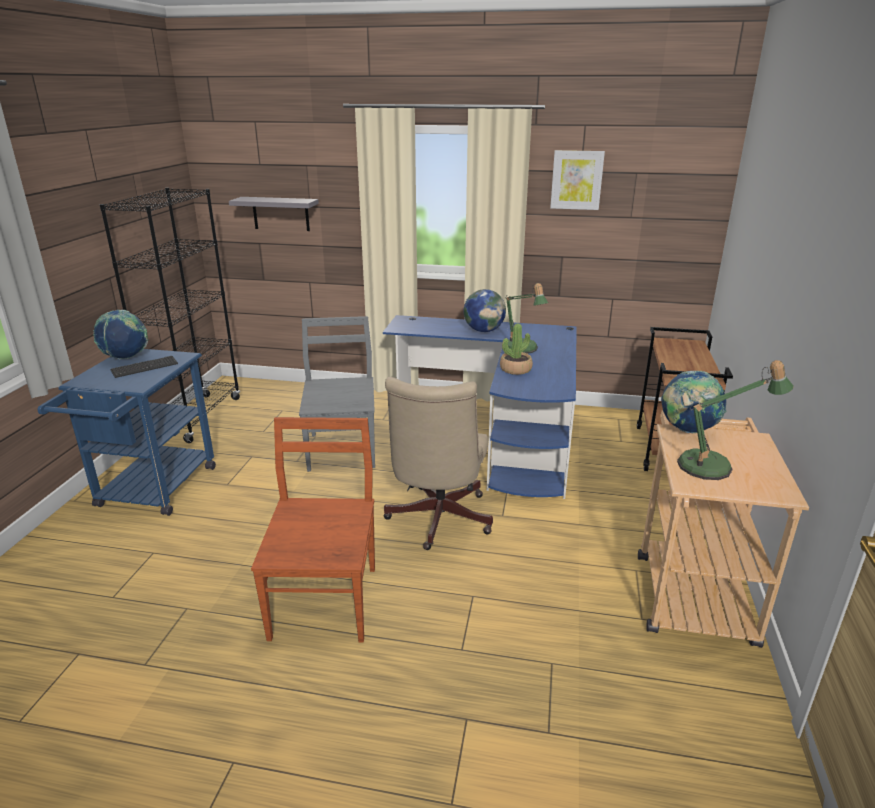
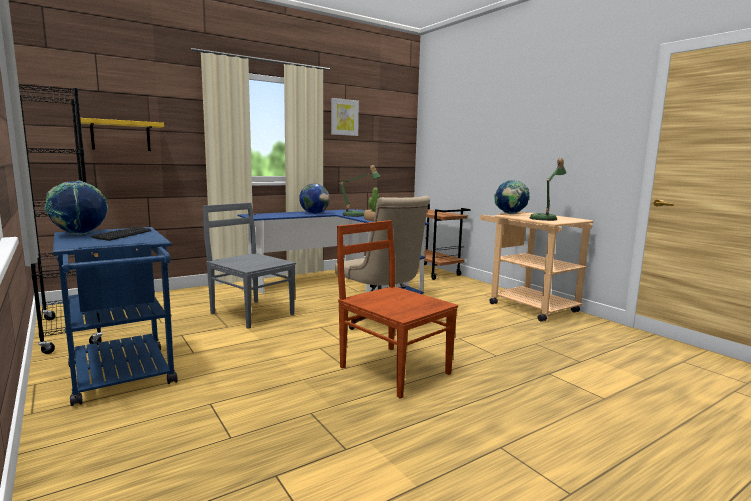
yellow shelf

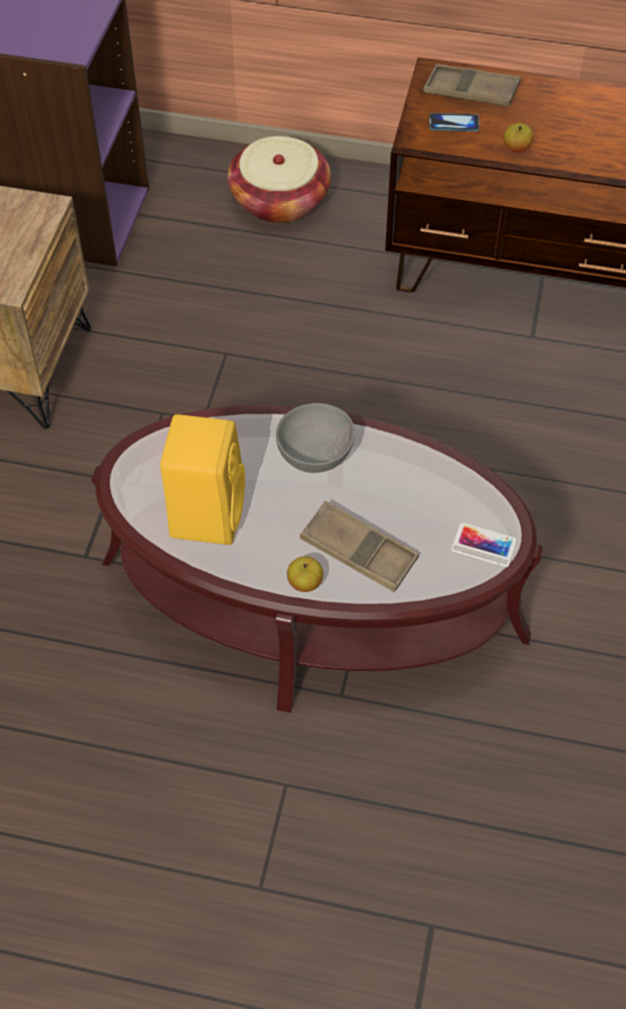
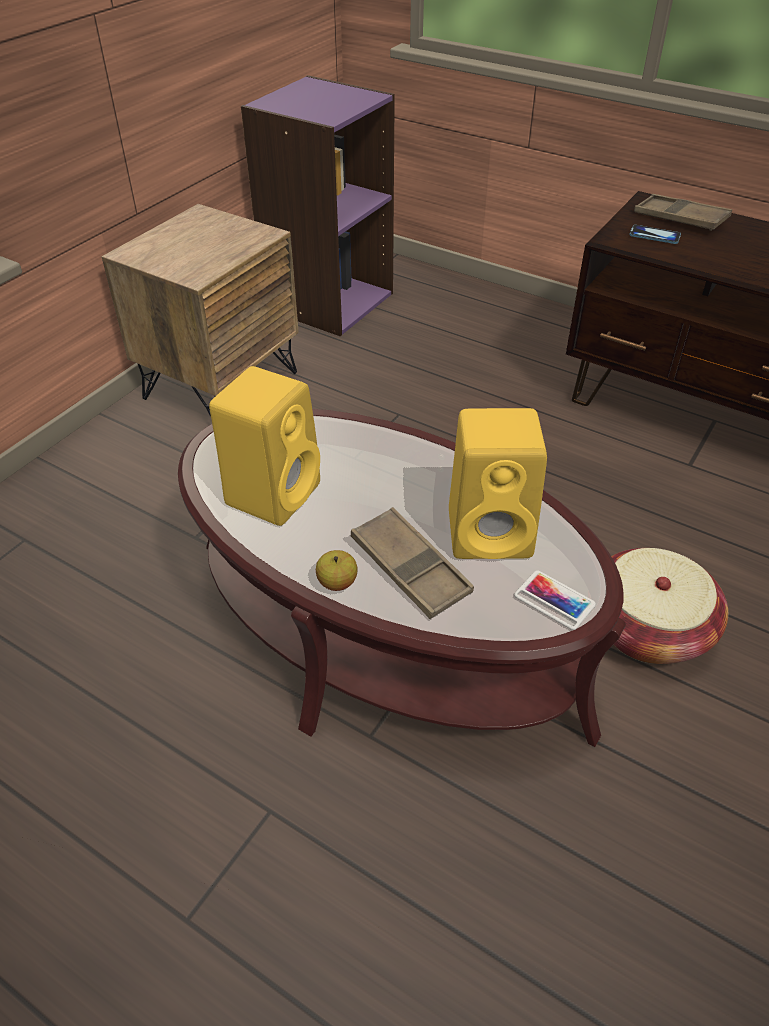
basket
grey bowl
apple (2nd from left in the first image)
yellow speaker (2nd from left)

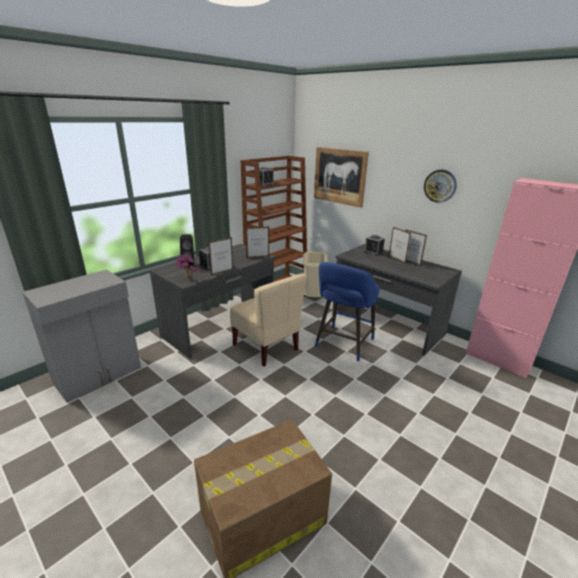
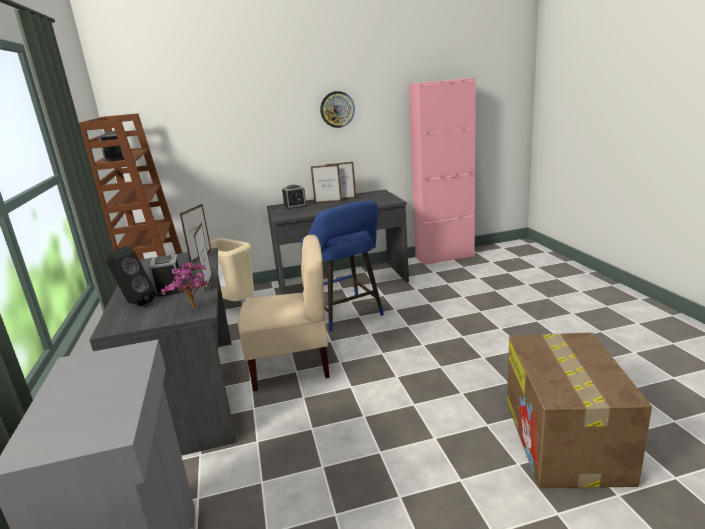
picture

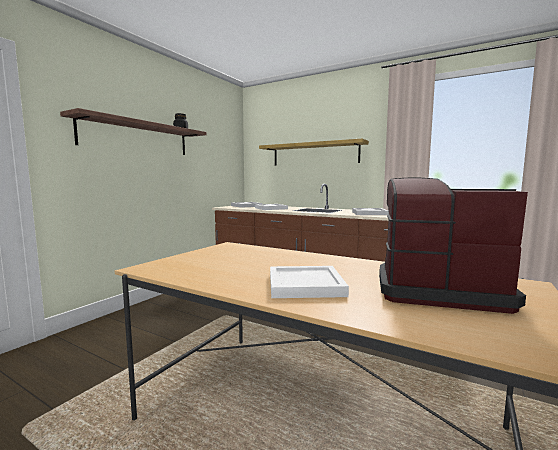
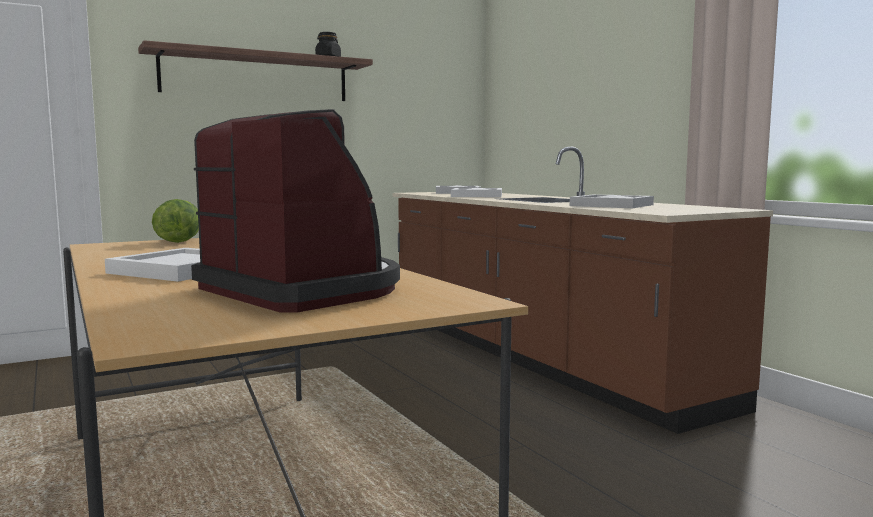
shelf (2nd from left in the first image)
lettuce

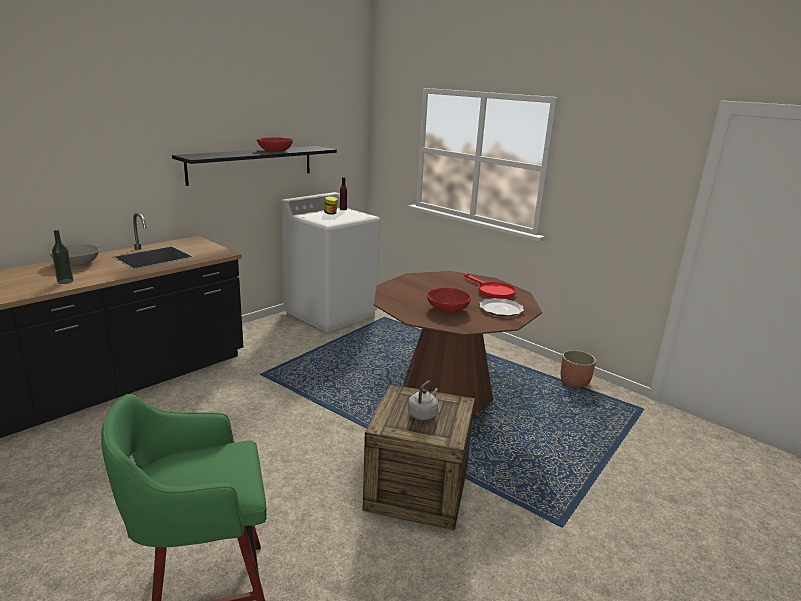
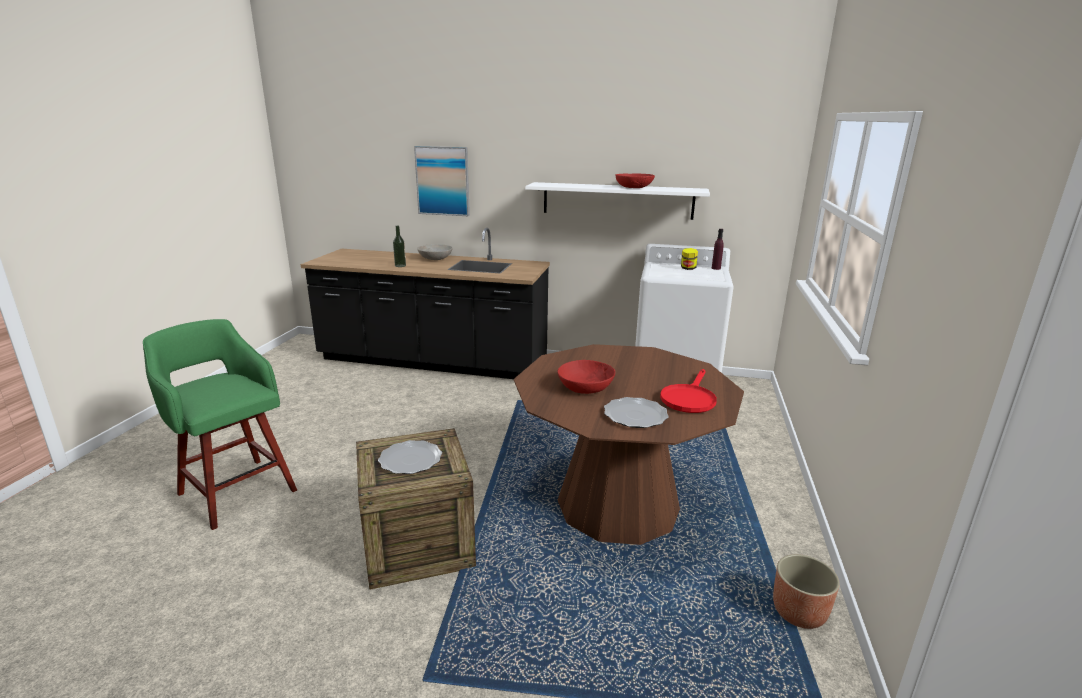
white shelf
plate (1st from left)
picture

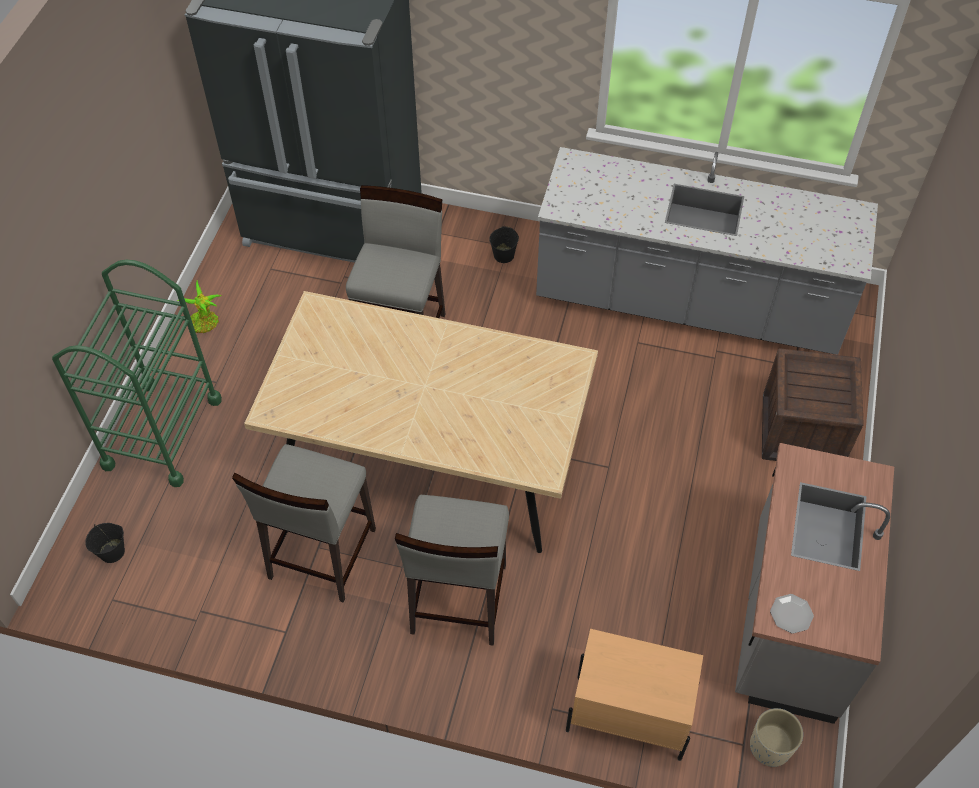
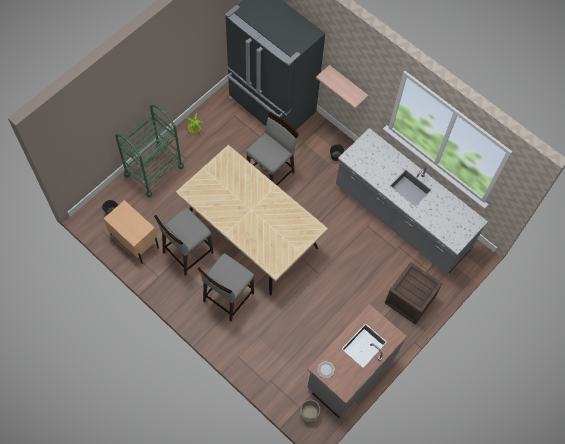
beige nightstand
shelf

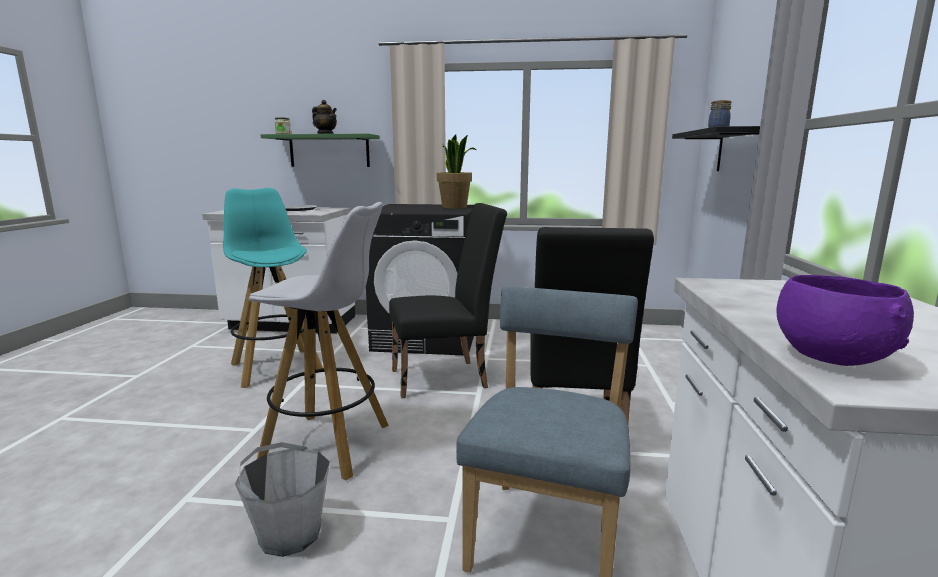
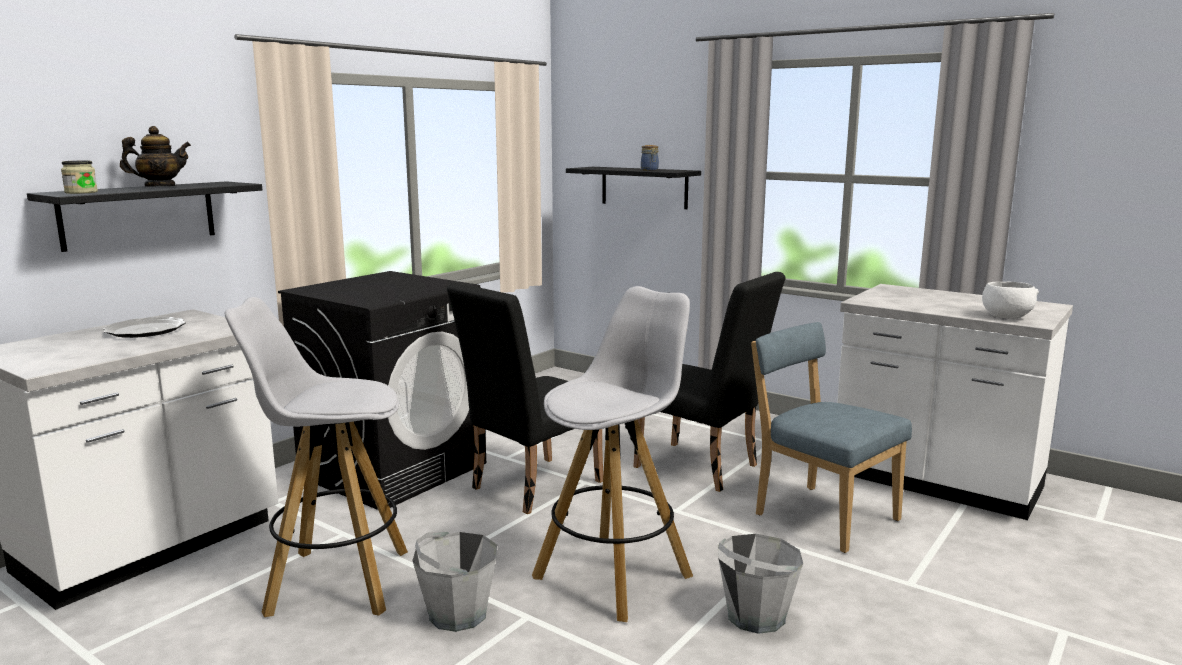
white stool (1st from left)
black shelf (1st from left)
black chair (1st from left)
potted plant
white bowl
grey bucket (1st from left)

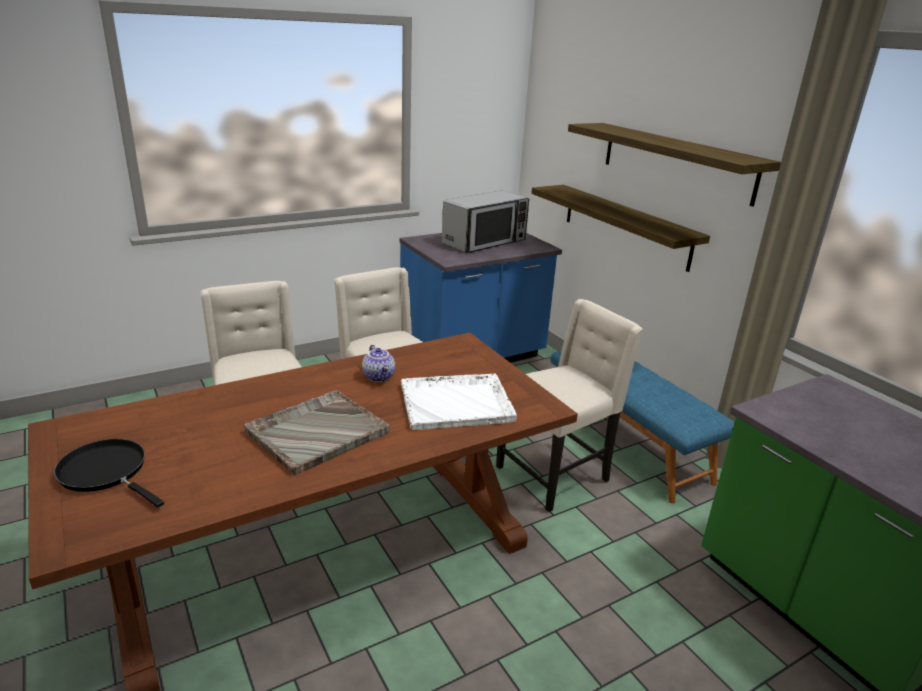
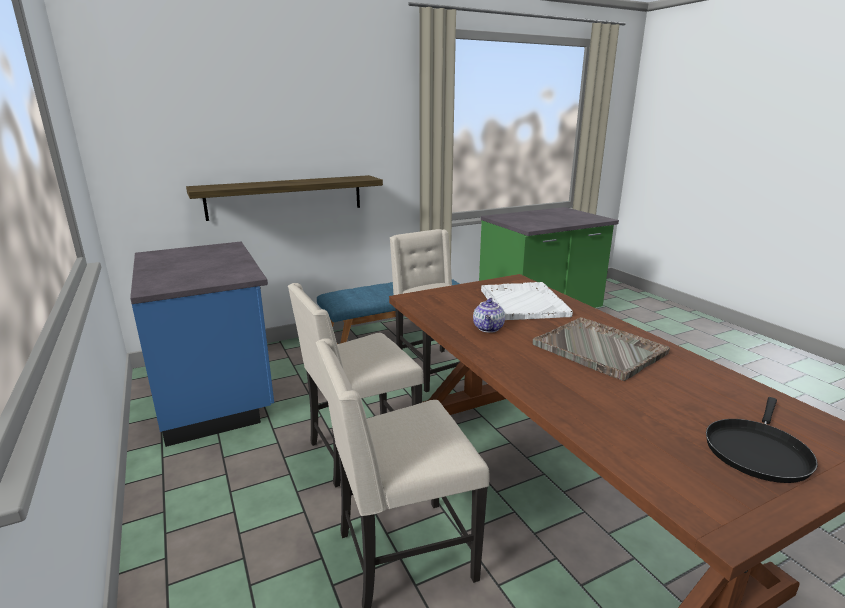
teapot
microwave
shelf (2nd from left in the first image)

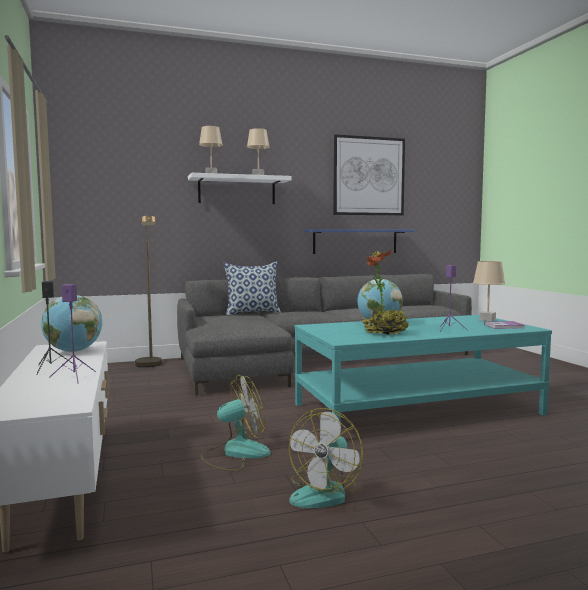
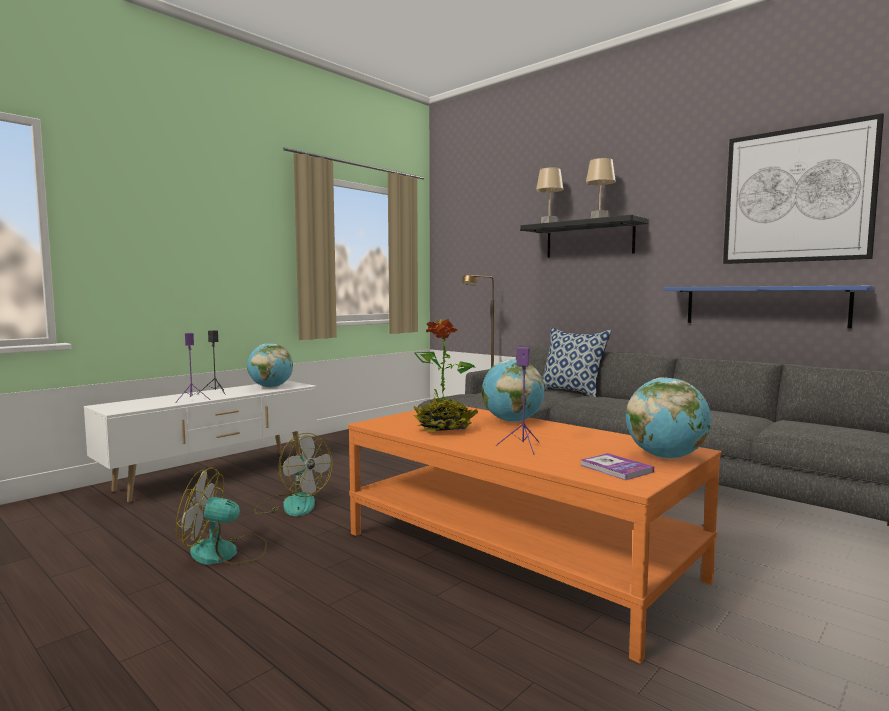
black shelf
orange coffee table
globe (3rd from left)

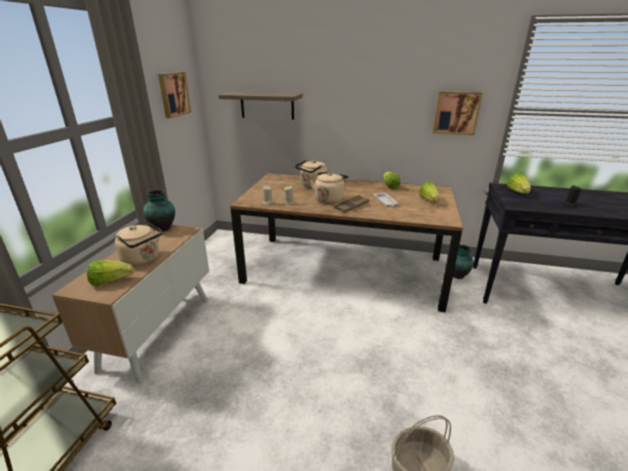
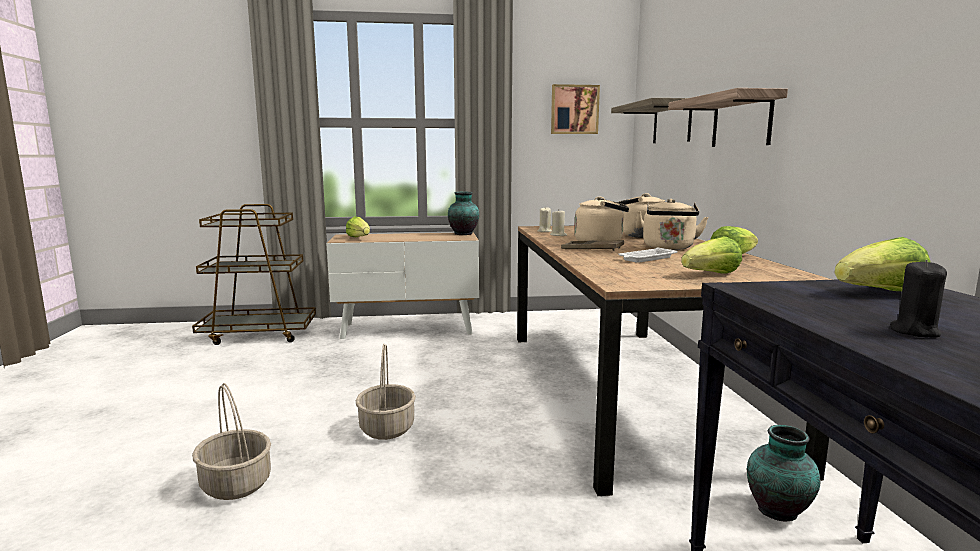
beige kettle (3rd from left)
picture (2nd from left in the first image)
basket (2nd from left)
shelf (2nd from left)

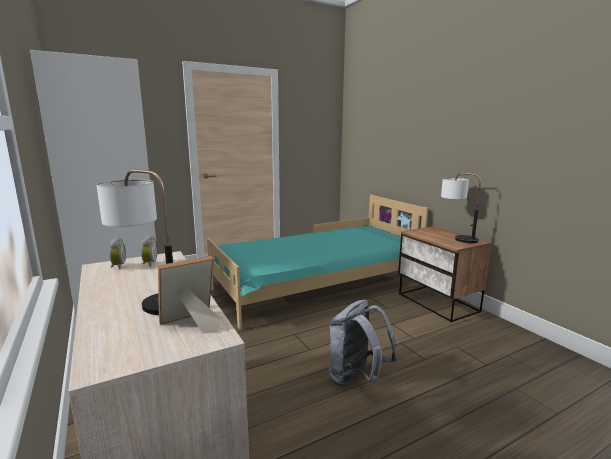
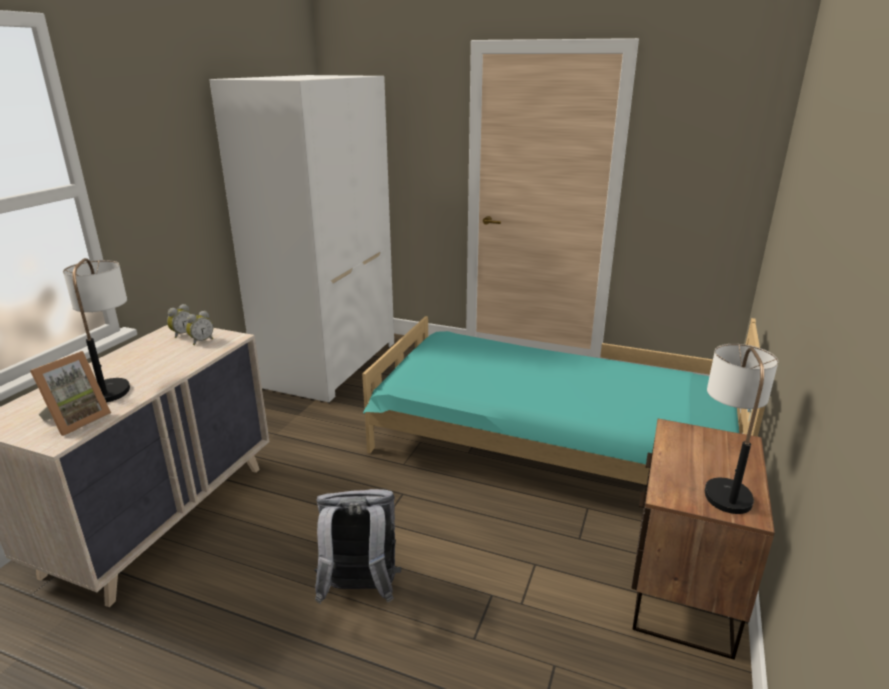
picture frame

